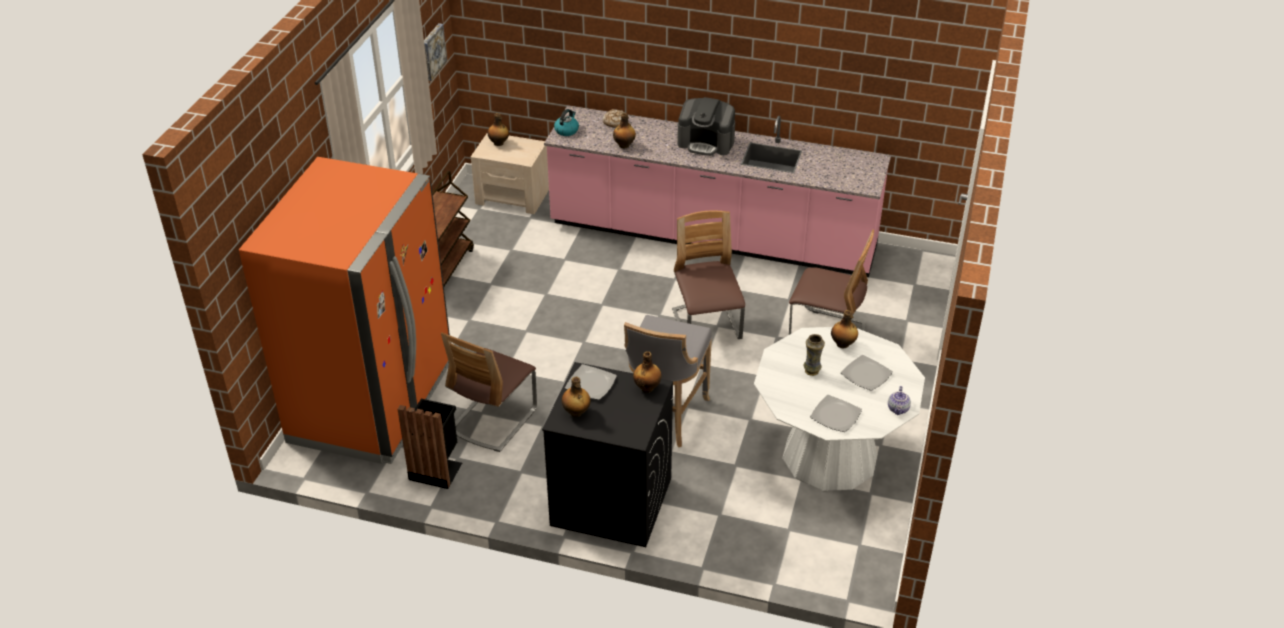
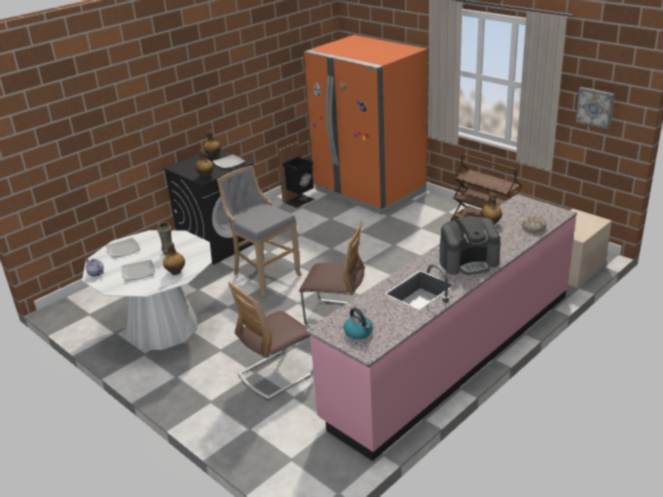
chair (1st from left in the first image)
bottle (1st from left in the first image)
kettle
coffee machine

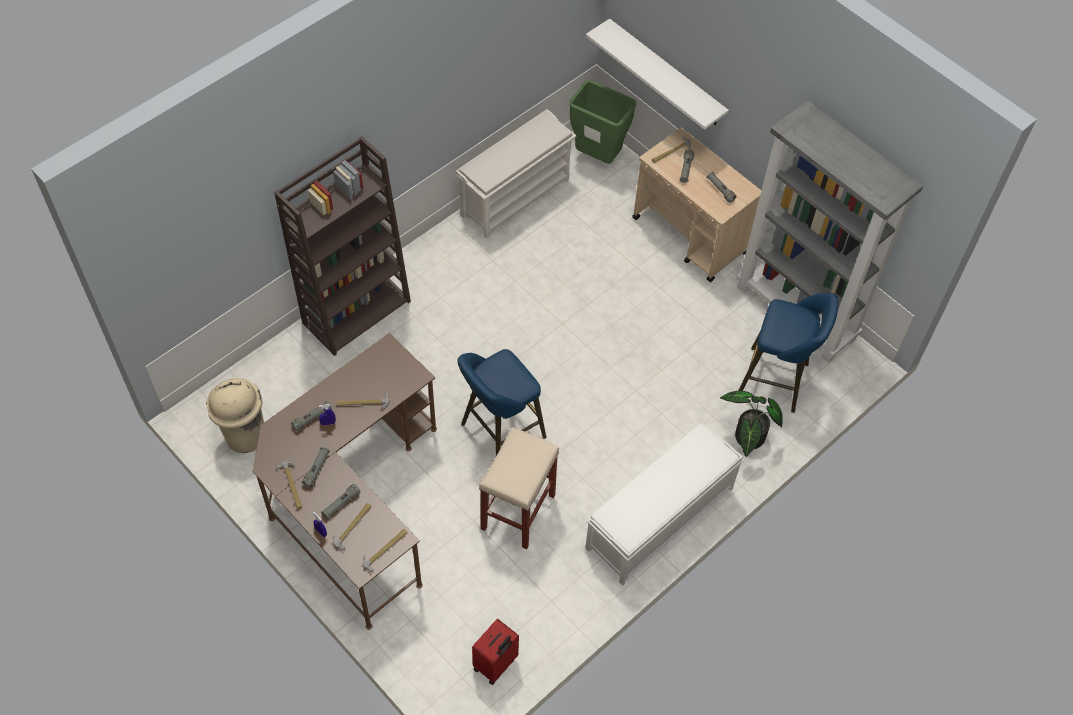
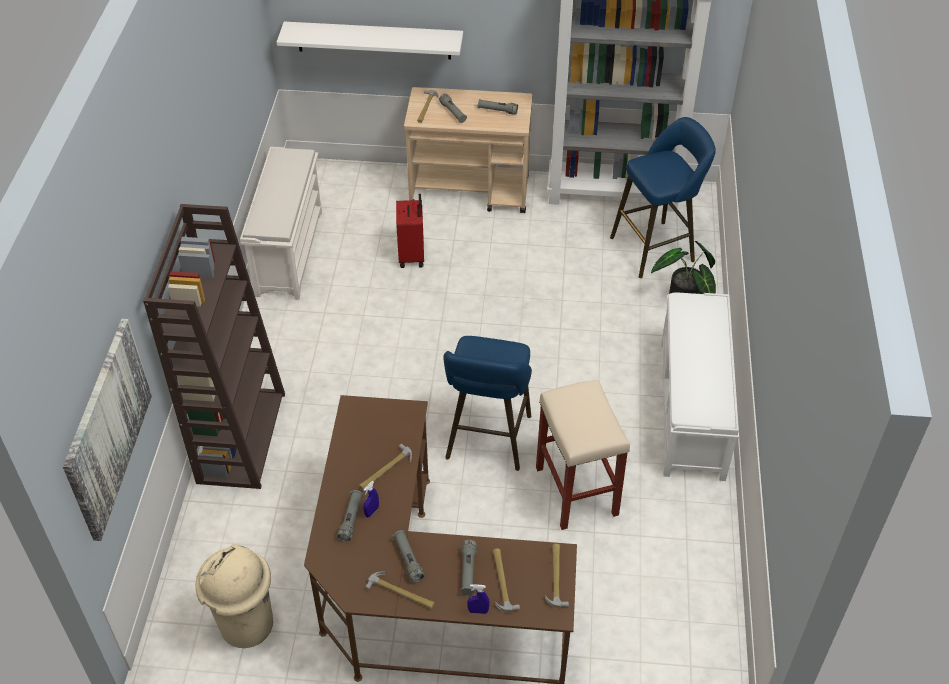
red suitcase
green trash can
picture

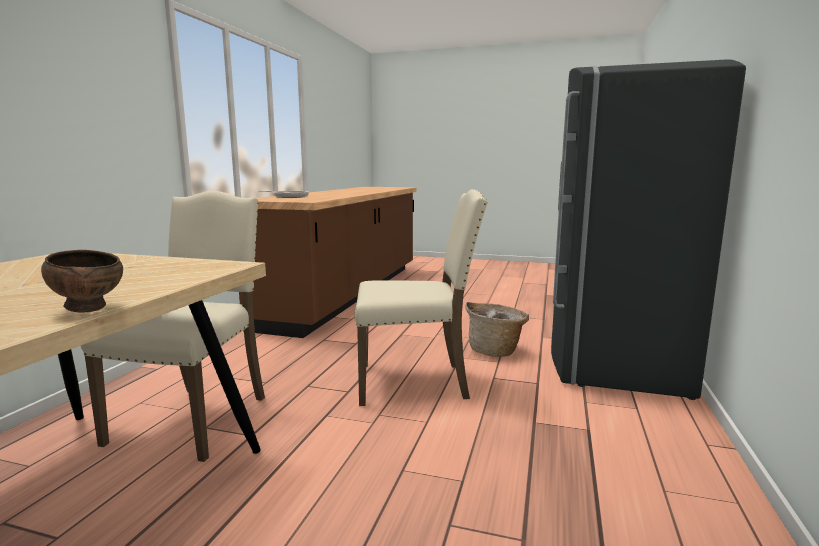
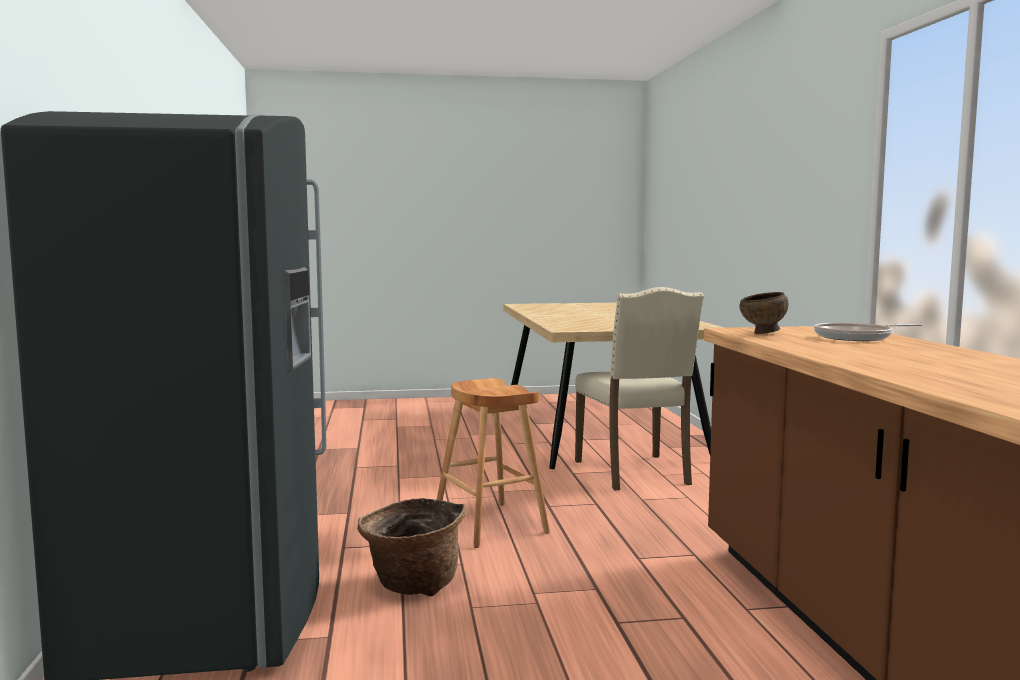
brown bowl
brown stool

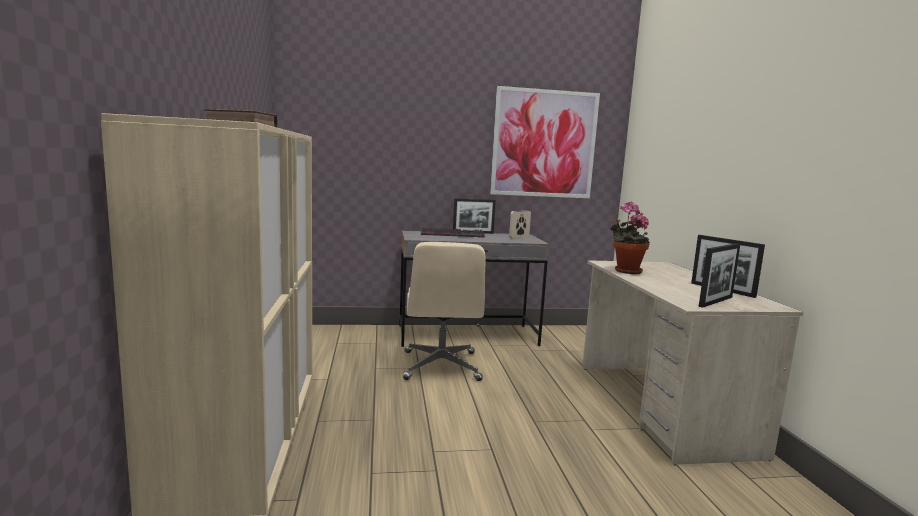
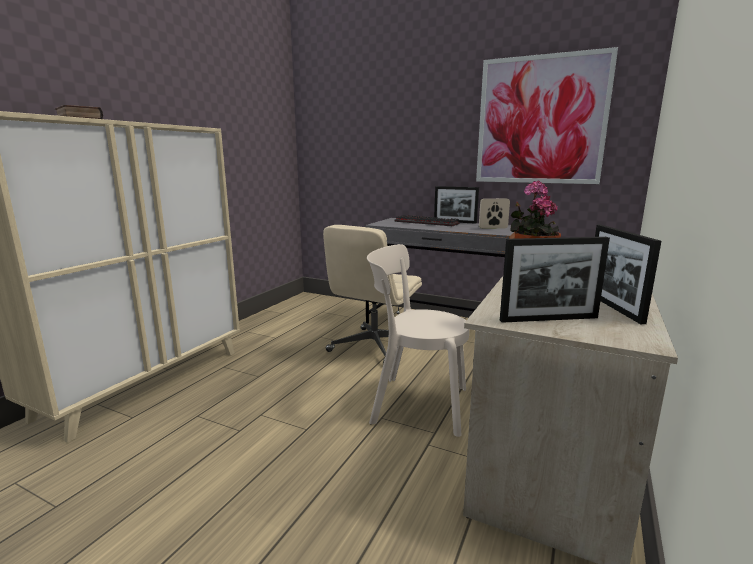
beige chair

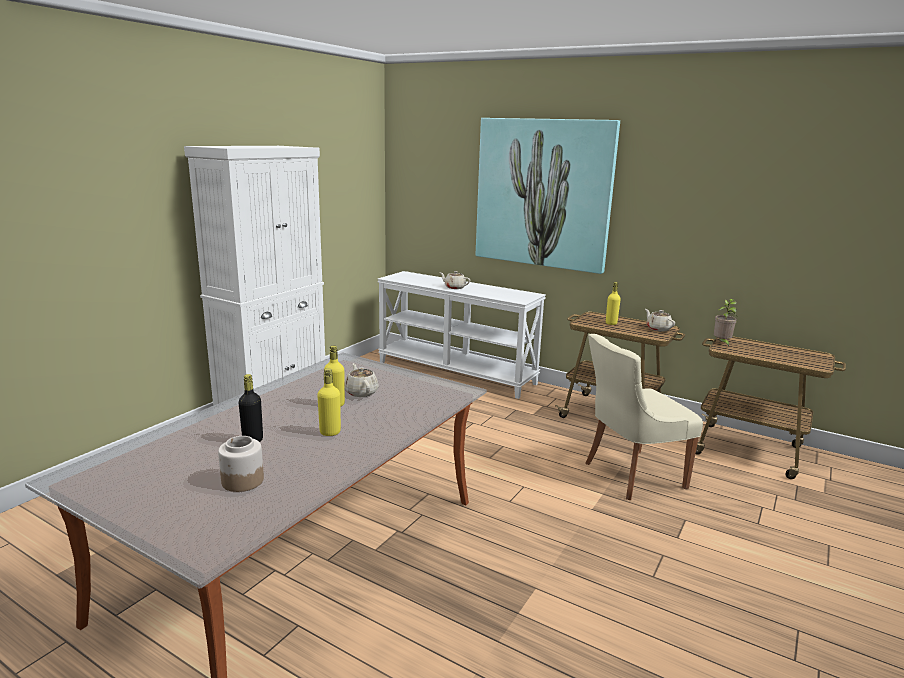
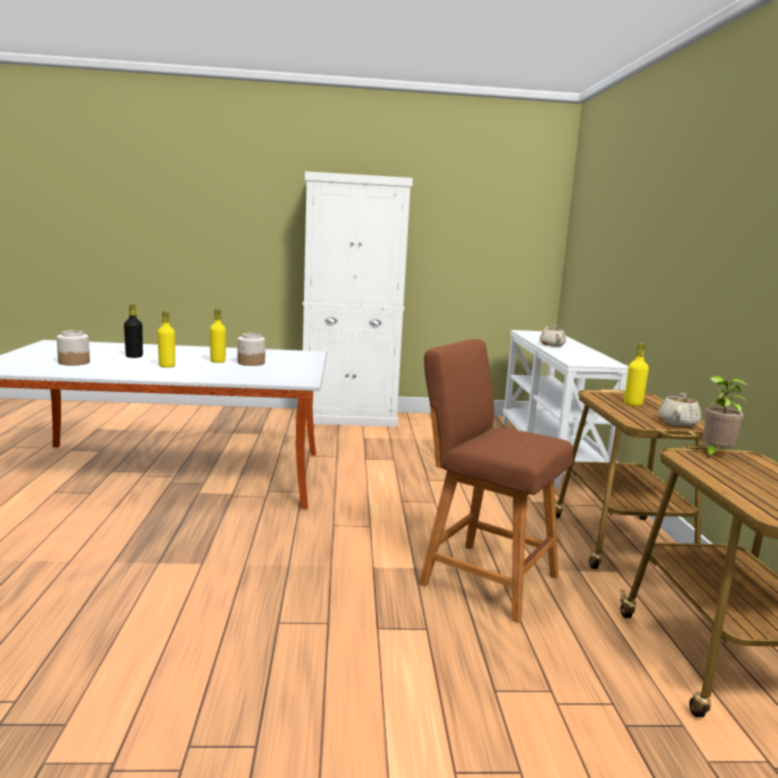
jar (2nd from left)
picture
brown stool

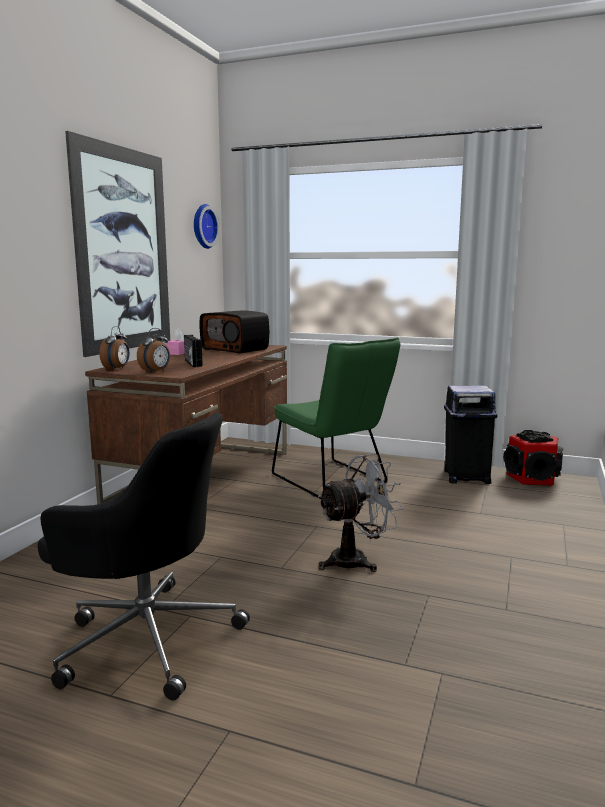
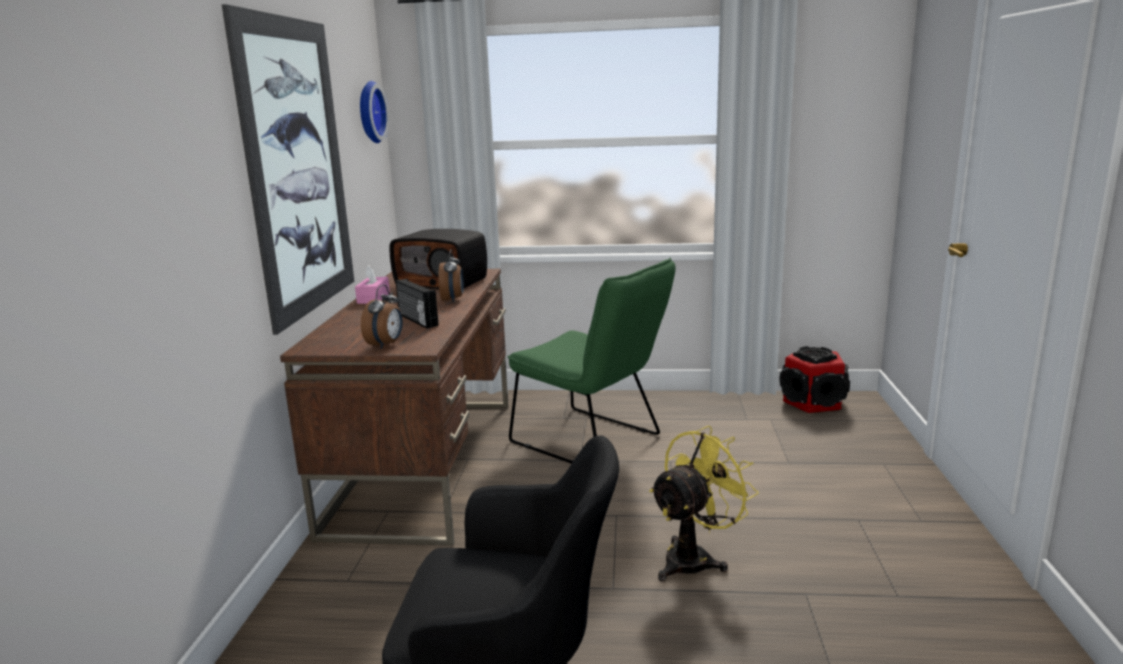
alarm clock (2nd from left)
yellow fan
black trash can

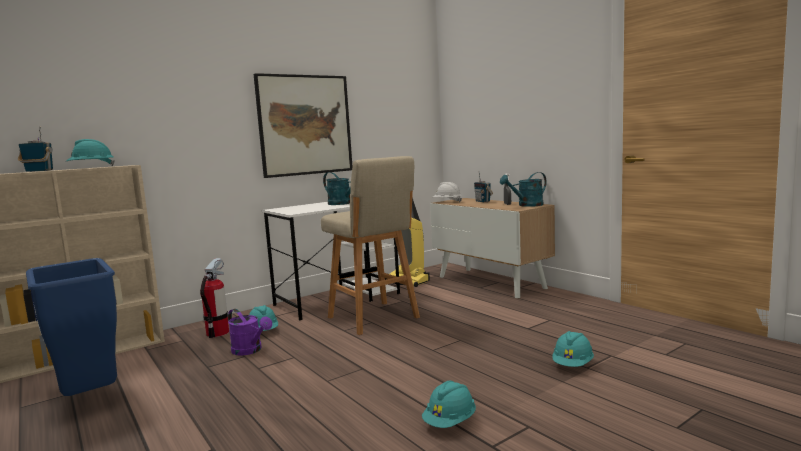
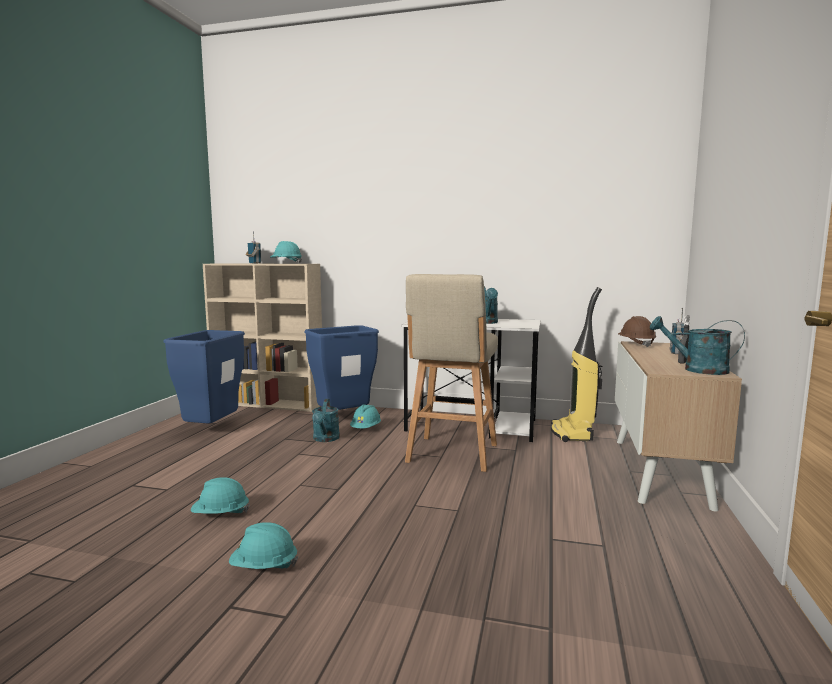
blue trash can (2nd from left)
turquoise watering can (1st from left)
picture
brown hard hat
turquoise hard hat (1st from left)

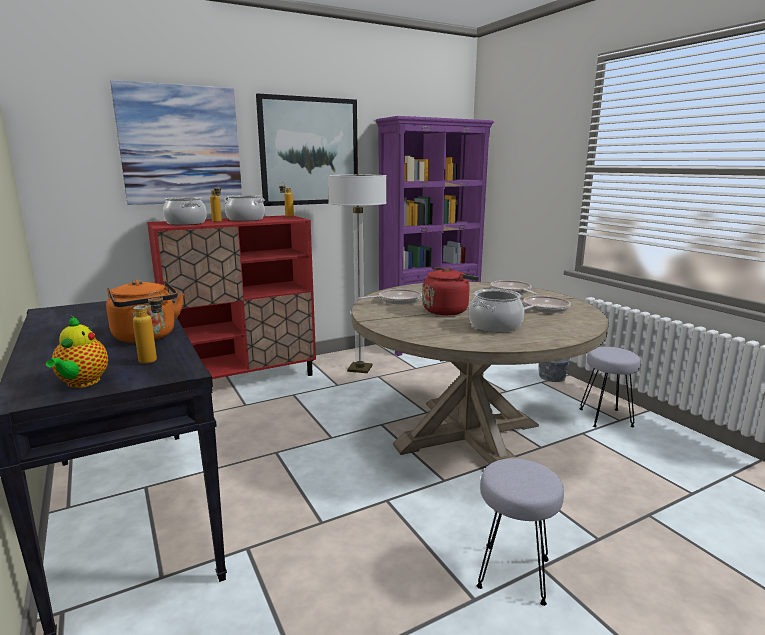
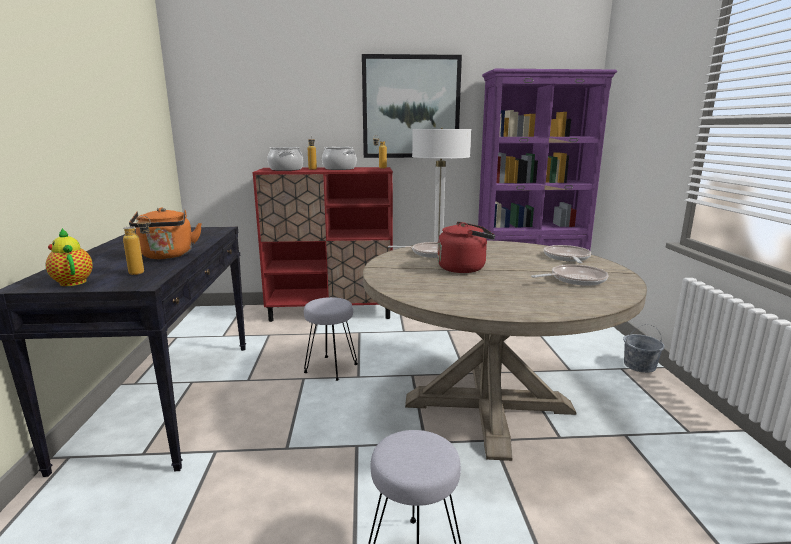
teapot
picture (1st from left in the first image)
cooking pot (3rd from left in the first image)
grey stool (1st from left)

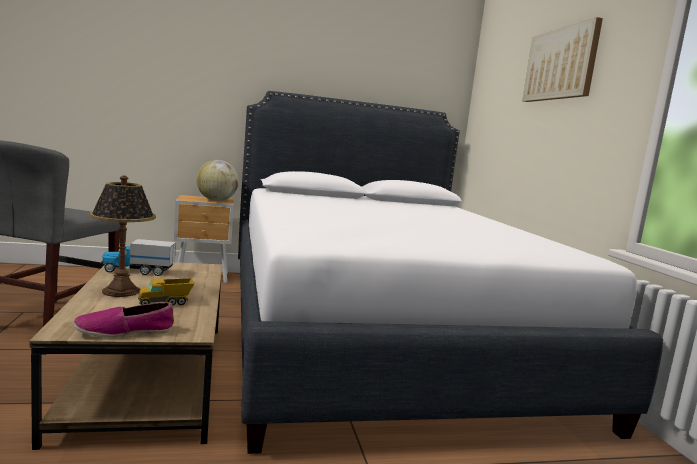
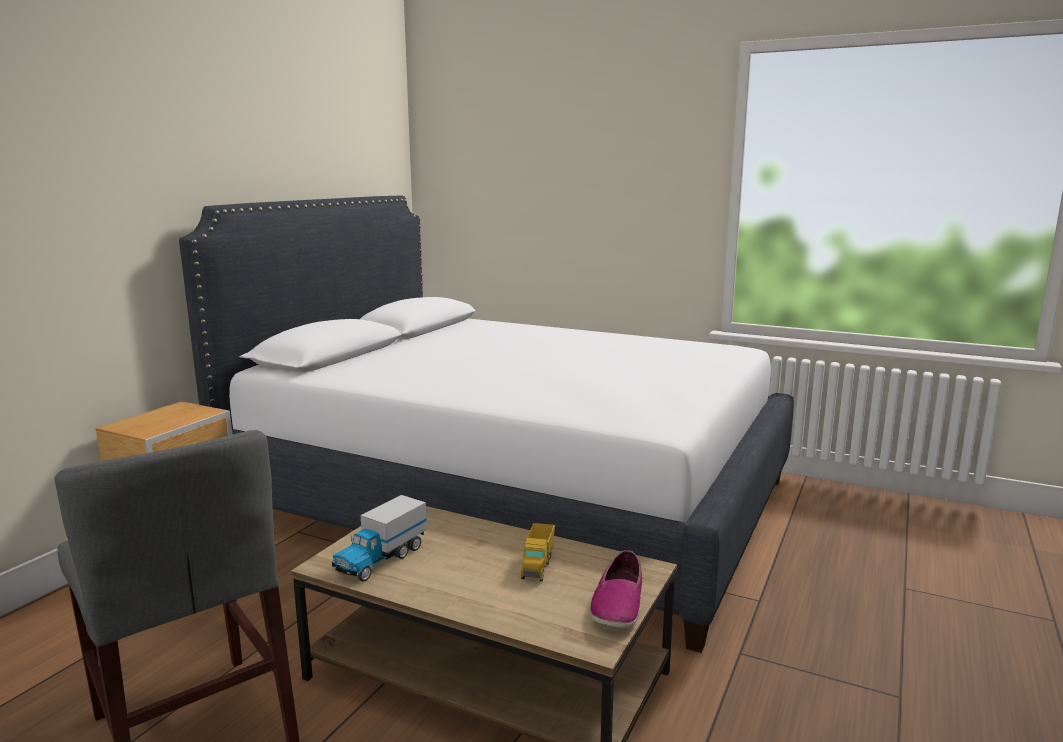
table lamp
globe
picture

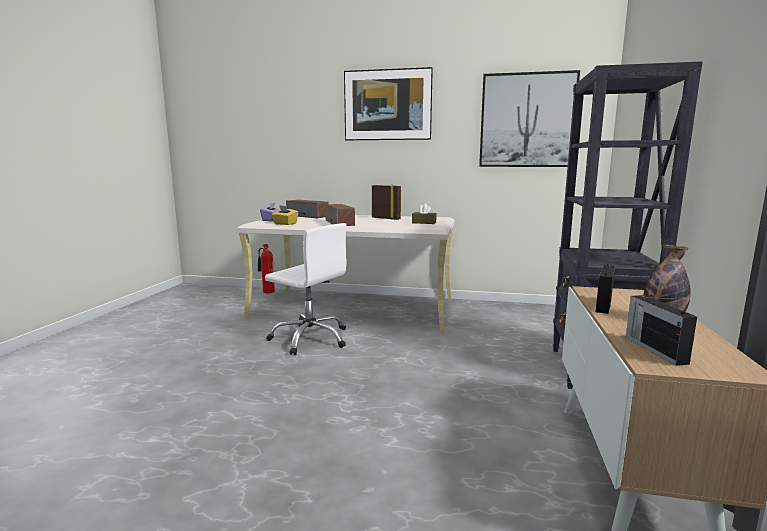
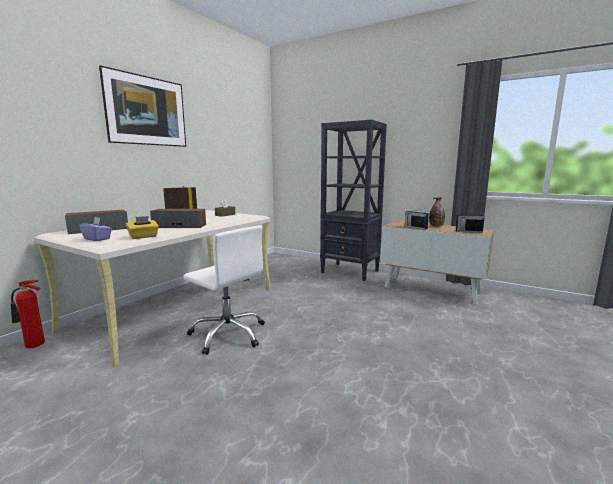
white office chair
picture (2nd from left in the first image)

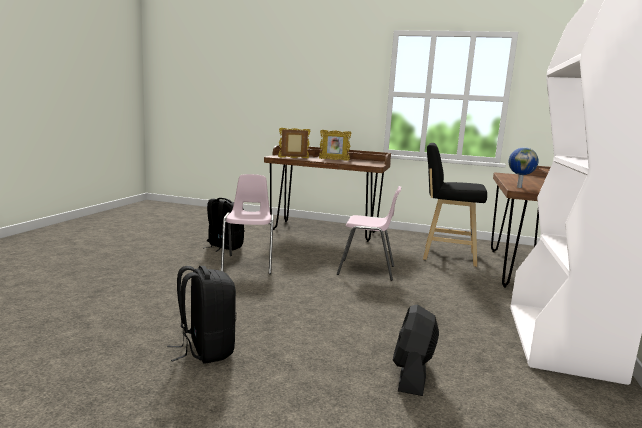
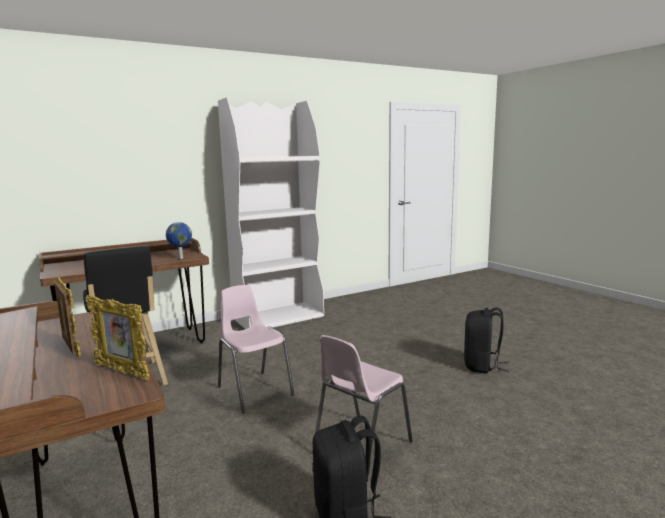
black fan

